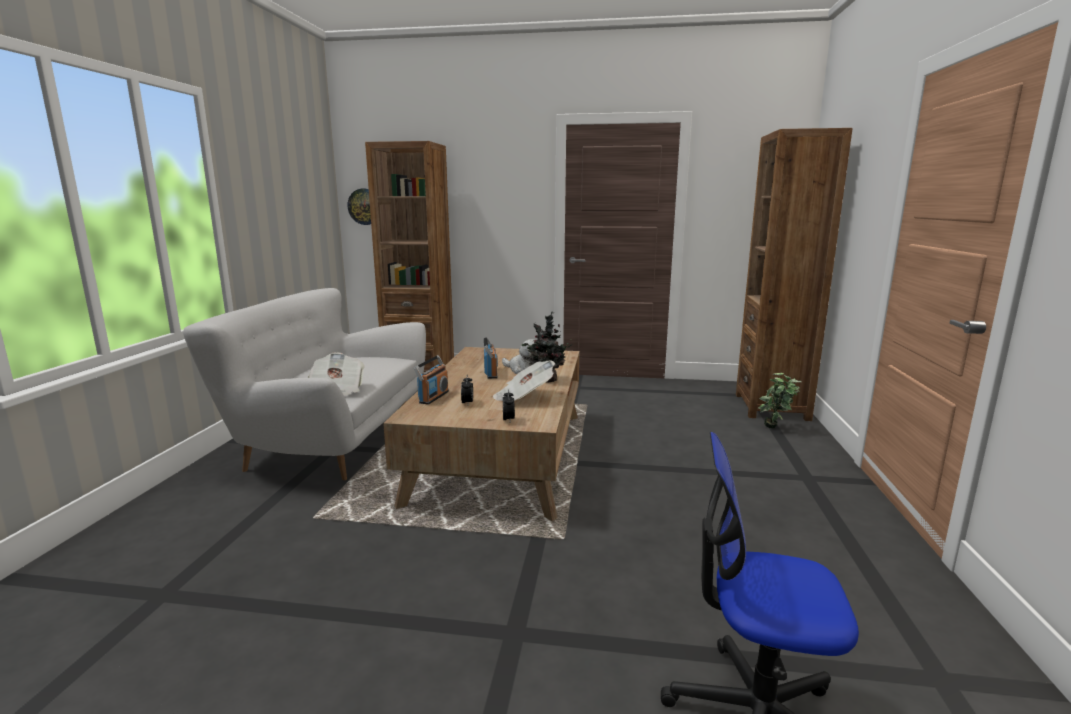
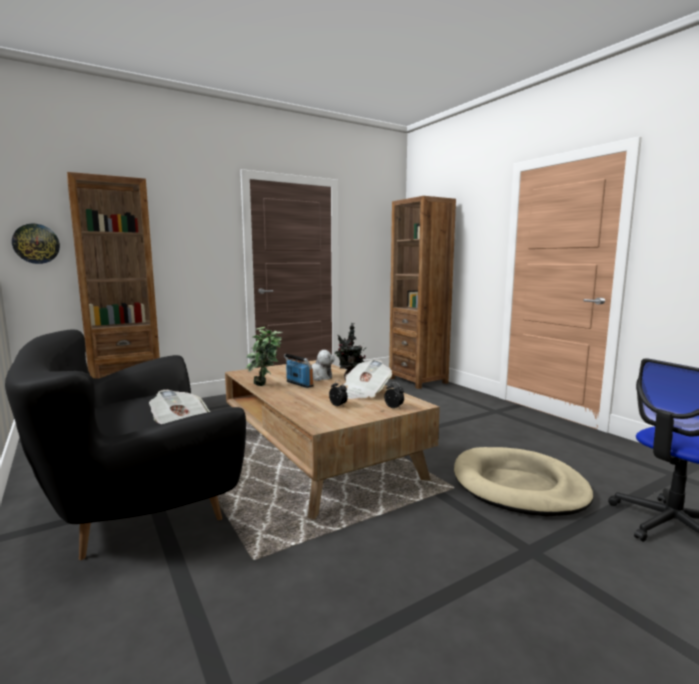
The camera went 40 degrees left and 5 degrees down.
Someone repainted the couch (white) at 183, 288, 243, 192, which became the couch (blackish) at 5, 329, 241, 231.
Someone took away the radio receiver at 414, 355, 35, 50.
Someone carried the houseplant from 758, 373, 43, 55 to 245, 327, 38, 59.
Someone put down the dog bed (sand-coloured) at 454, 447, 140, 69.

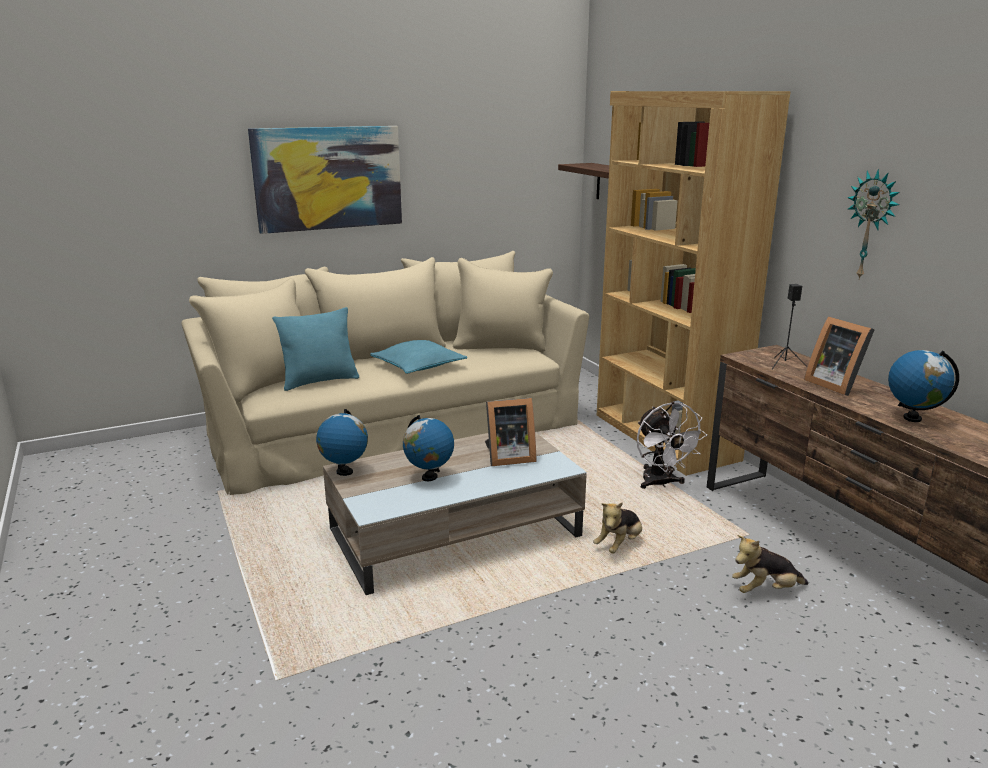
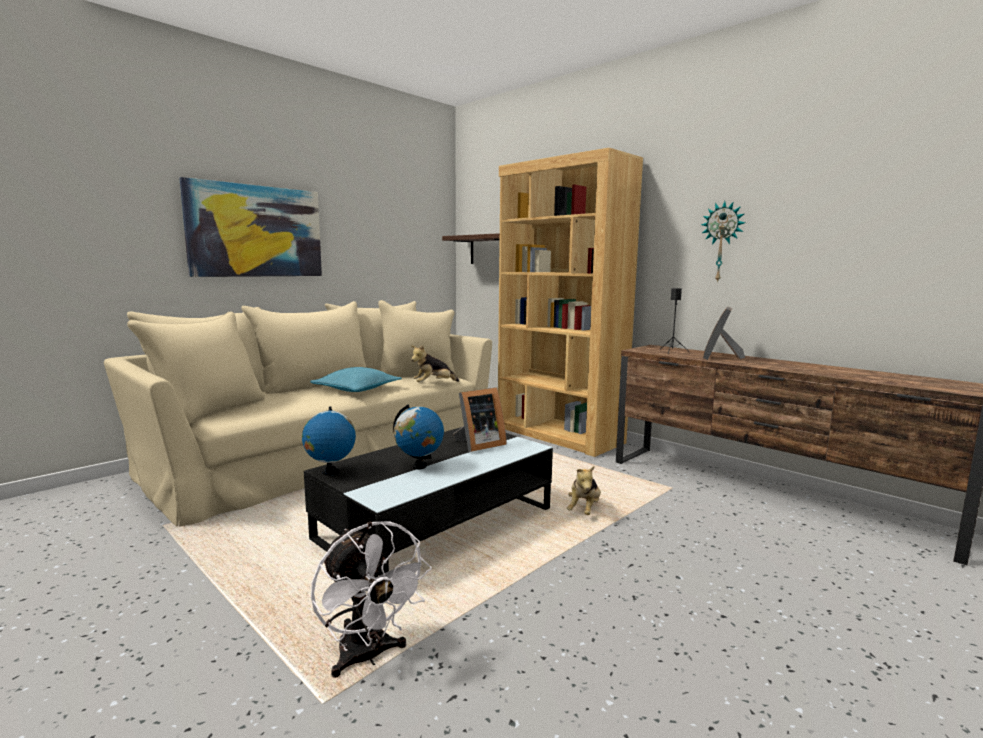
The camera went 20 degrees left and 10 degrees down.
Someone took away the pillow (turquoise-coloured) at 272, 307, 87, 84.
Someone repainted the coffee table (sand-coloured) at 323, 432, 264, 163, which became the coffee table (blackish) at 304, 427, 249, 149.
Someone carried the fan (white) from 637, 402, 70, 87 to 311, 521, 121, 157.
Someone carried the cuddly toy from 732, 535, 76, 58 to 411, 345, 48, 37.
Someone rotated the photo frame at 804, 316, 71, 80 by 75 degrees clockwise.
Someone took away the desk globe at 888, 350, 71, 72.

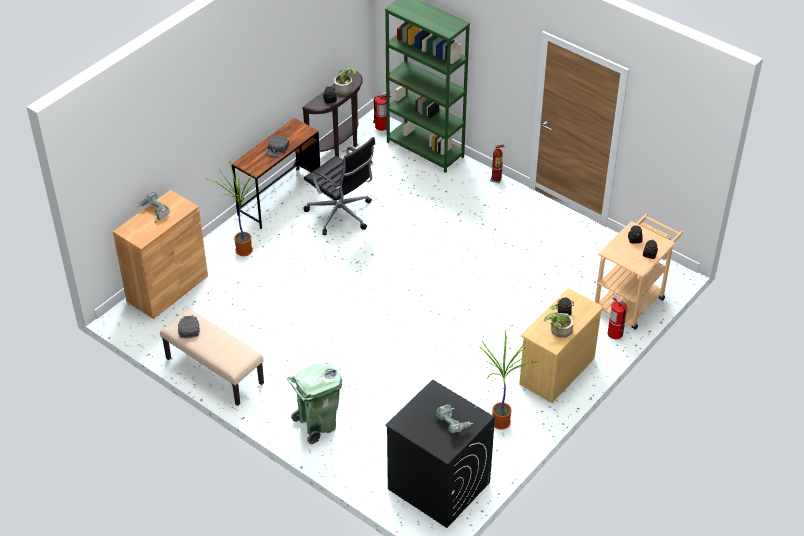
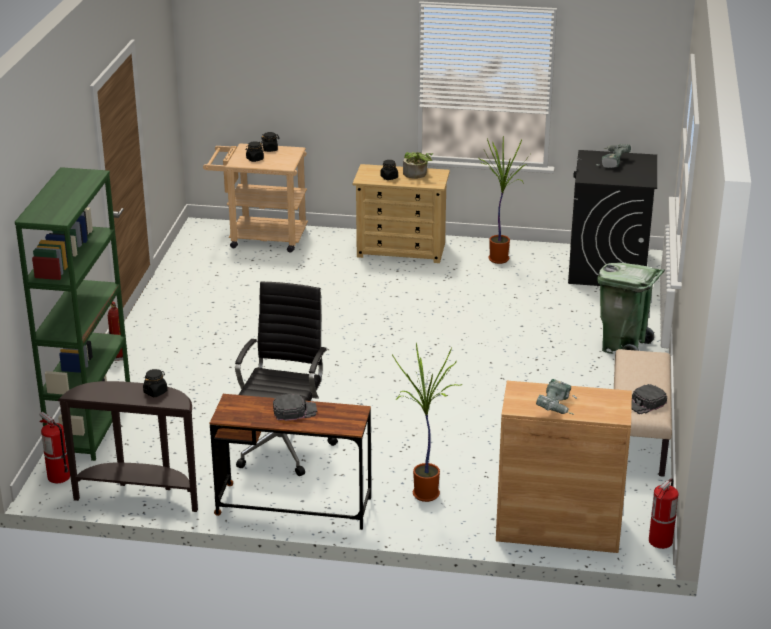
The camera went 120 degrees left and 15 degrees down.
Someone took away the houseplant at 334, 66, 22, 29.
Someone carried the extinguisher from 608, 293, 19, 46 to 649, 478, 30, 71.

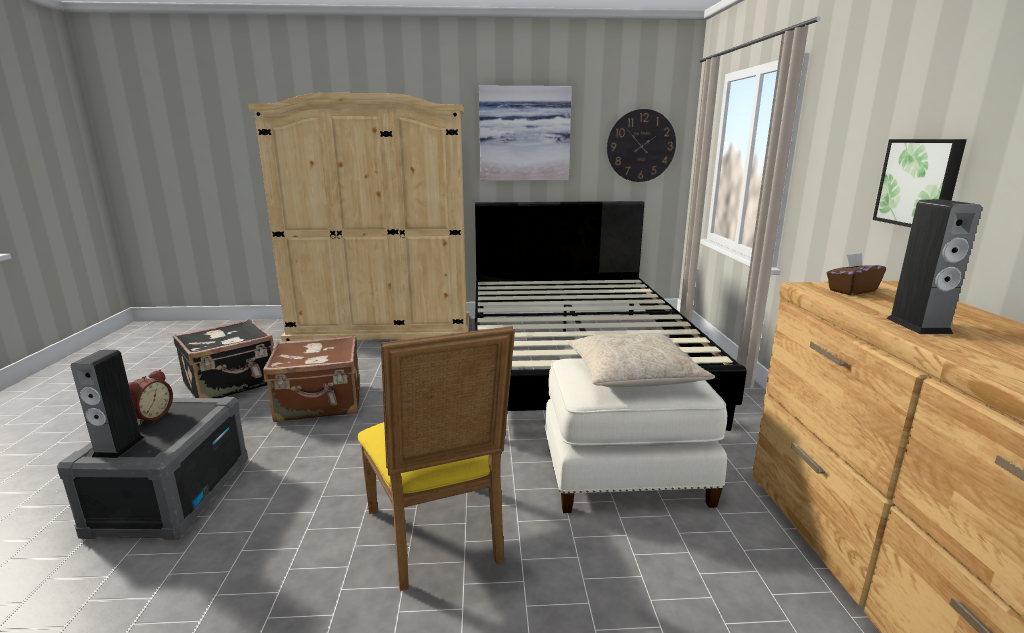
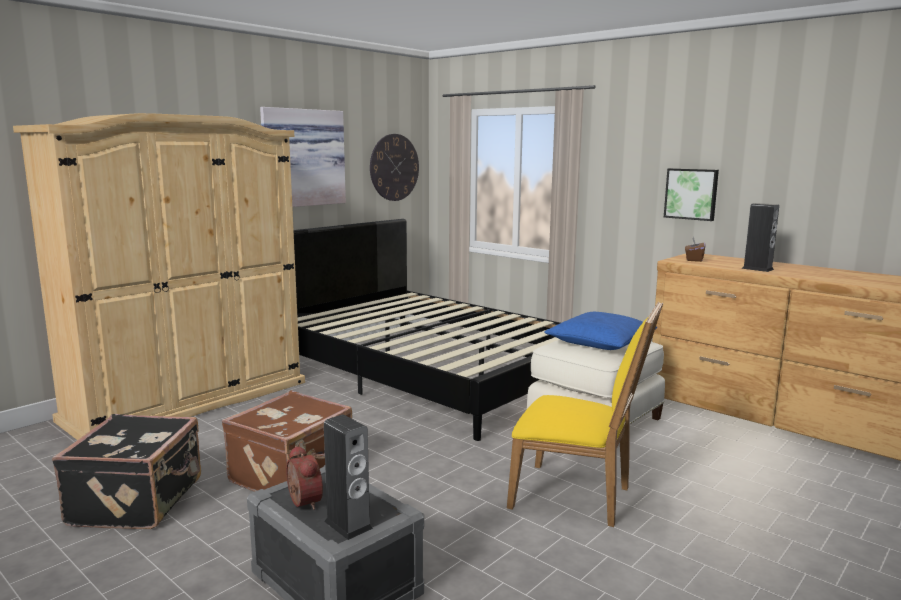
The camera went 45 degrees left and 5 degrees down.
Someone repainted the pillow (sand-coloured) at 568, 333, 147, 54, which became the pillow (blue-coloured) at 544, 312, 113, 38.

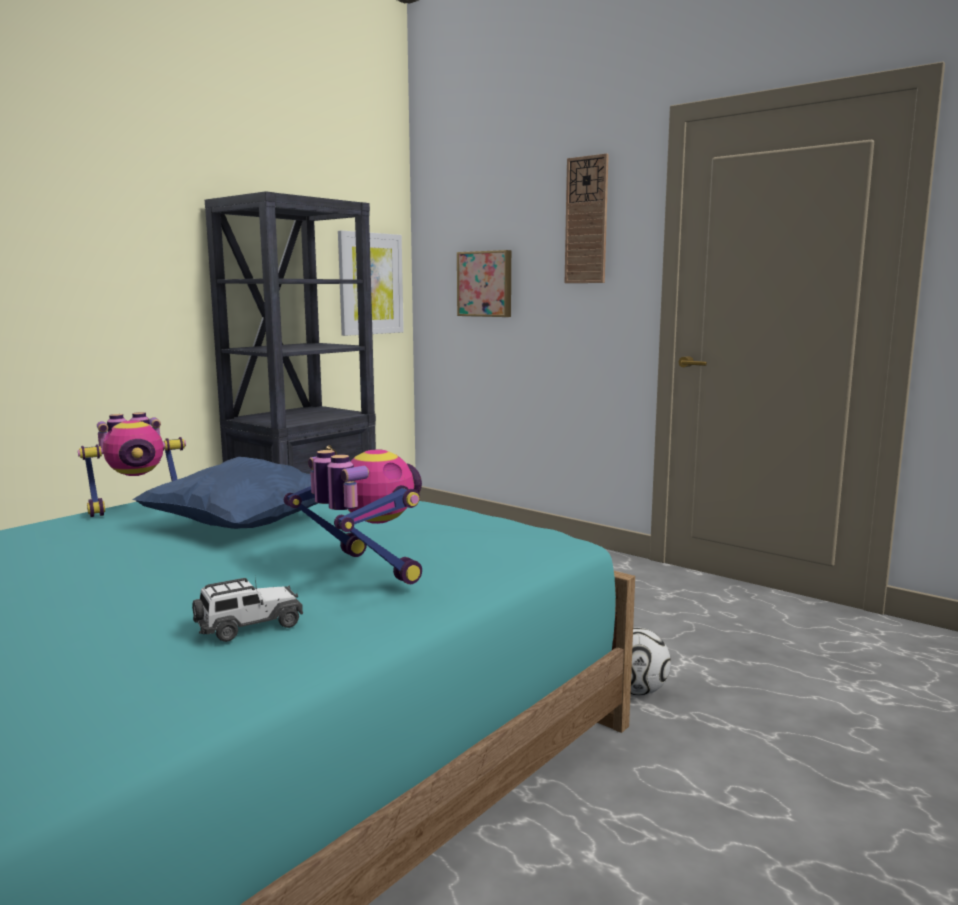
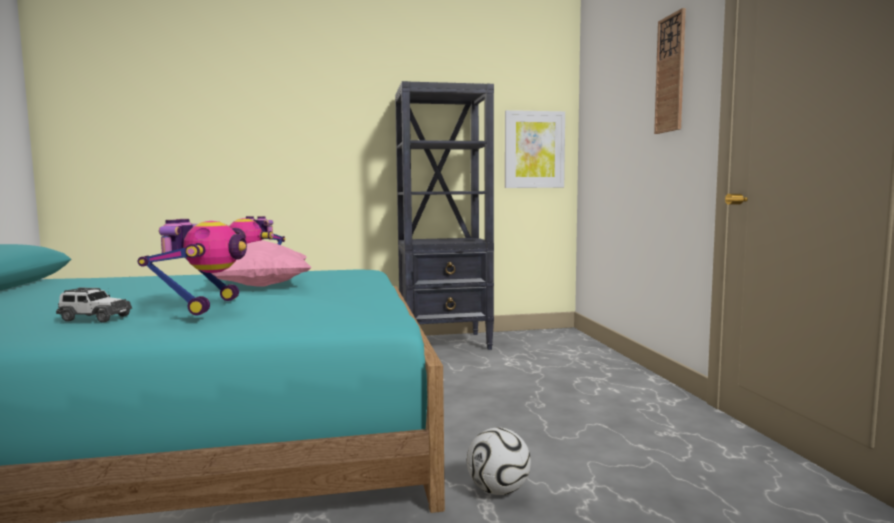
The camera went 40 degrees right and 5 degrees down.
Someone repainted the pillow (blue-coloured) at 132, 457, 186, 72, which became the pillow (pink) at 211, 240, 101, 47.
Someone took away the wall picture at 457, 250, 54, 67.

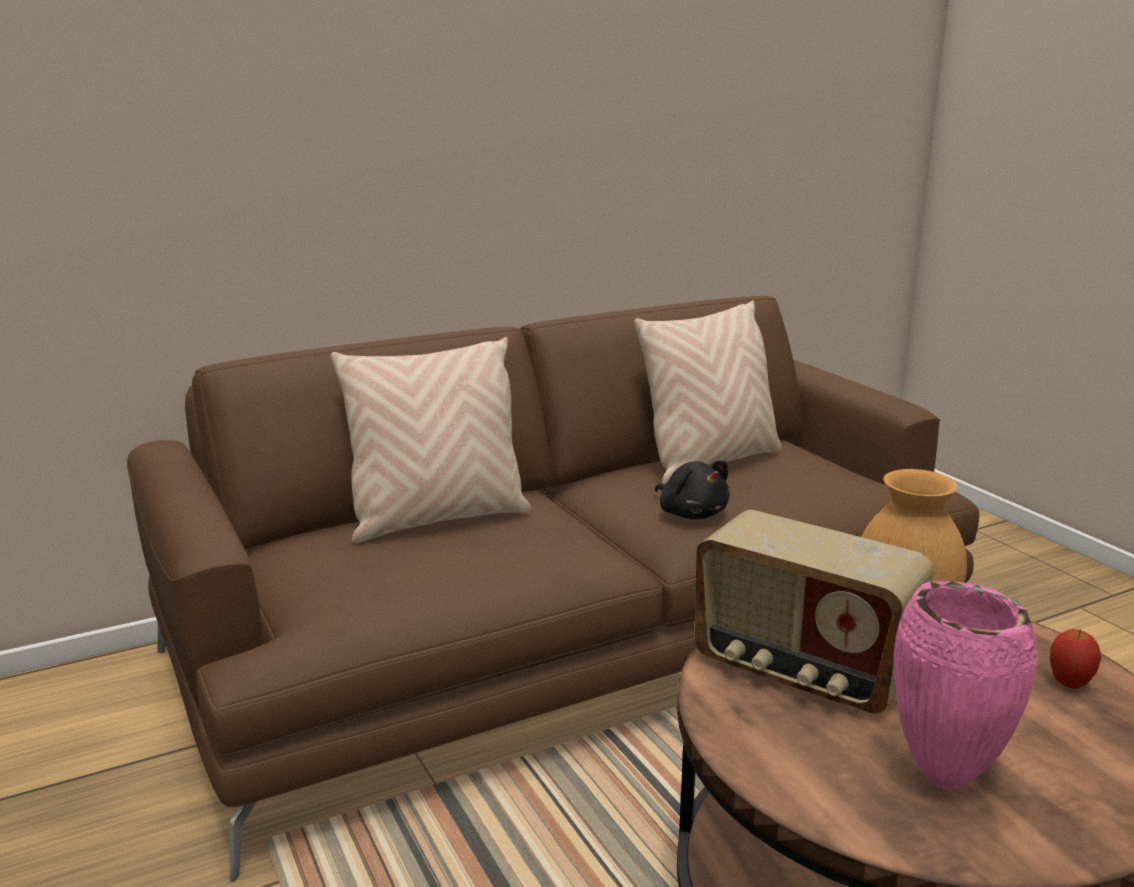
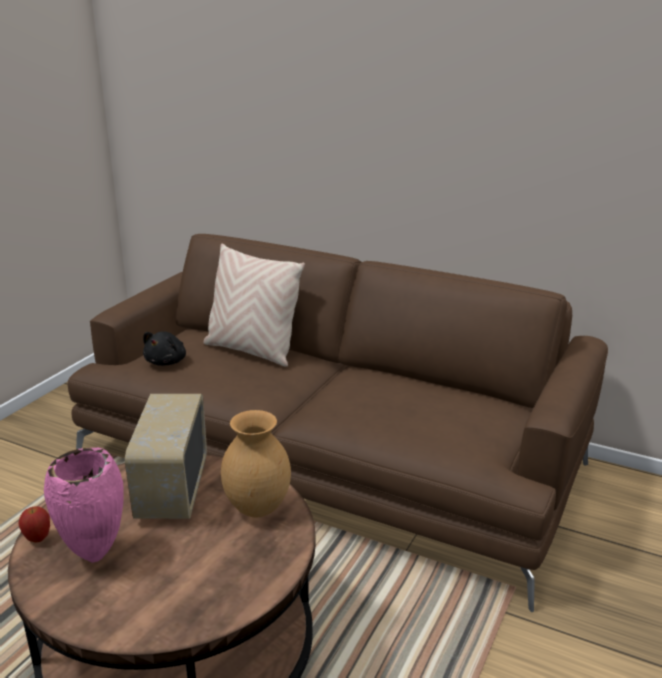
The camera went 55 degrees right and 5 degrees up.
Someone took away the pillow (sand-coloured) at 634, 300, 148, 184.
Someone carried the cuddly toy (blackish) from 655, 460, 75, 59 to 143, 331, 43, 35.
Someone carried the apple from 1050, 629, 51, 60 to 18, 506, 32, 37.

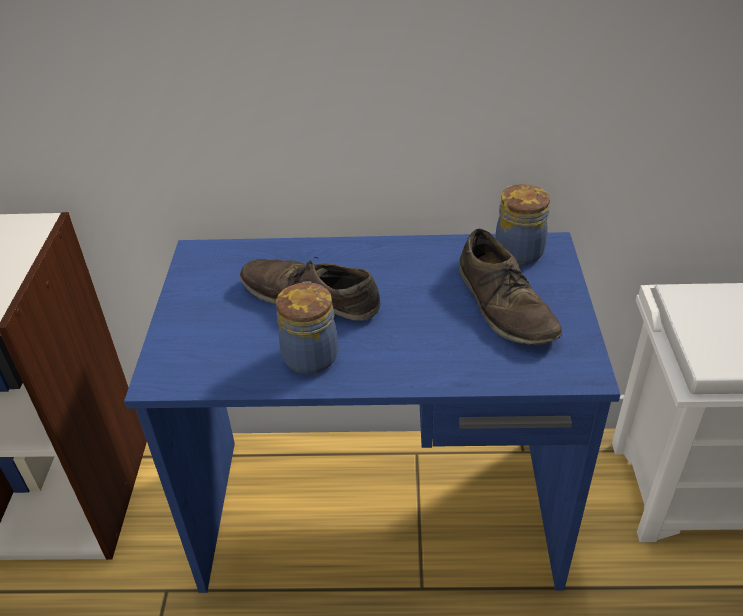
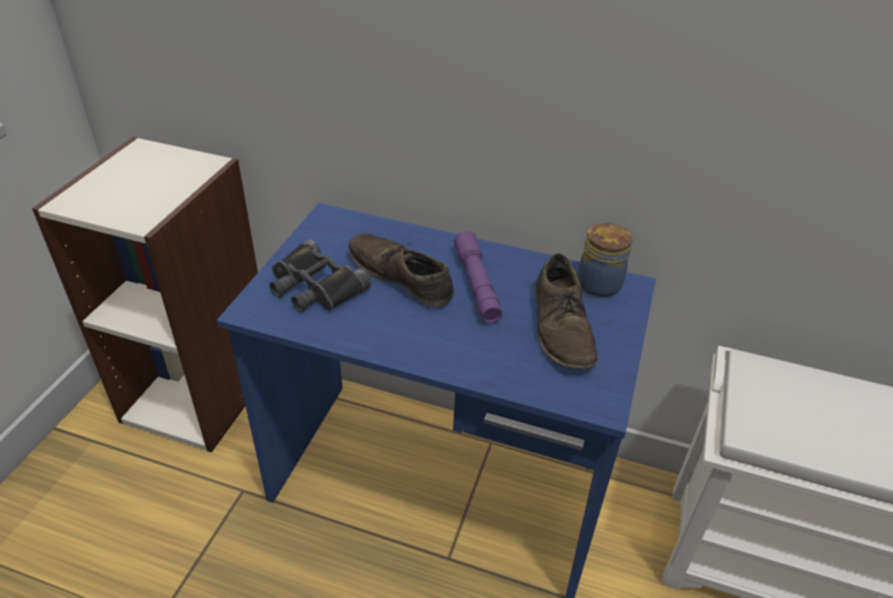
The camera went 15 degrees right and 0 degrees up.
Someone took away the storage jar at 276, 281, 62, 93.
Someone put down the field glasses (blackish) at 270, 239, 101, 73.
Someone put down the hand torch (purple) at 454, 231, 49, 92.

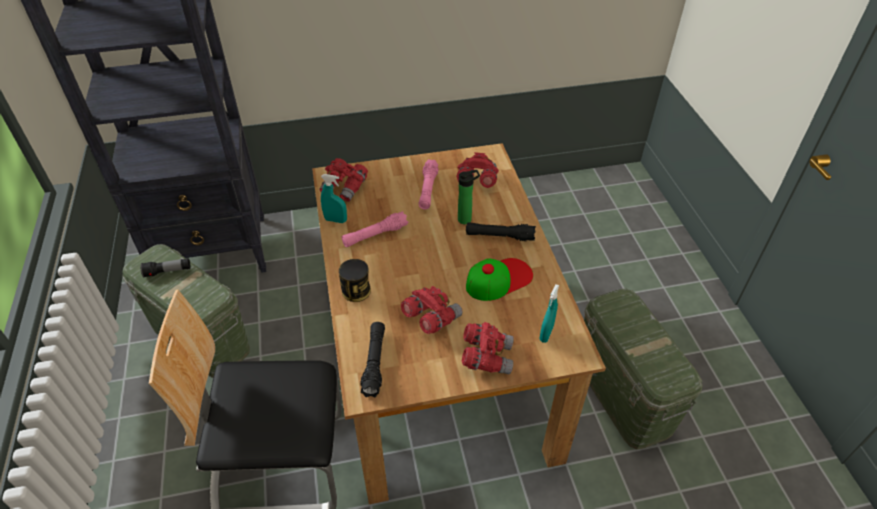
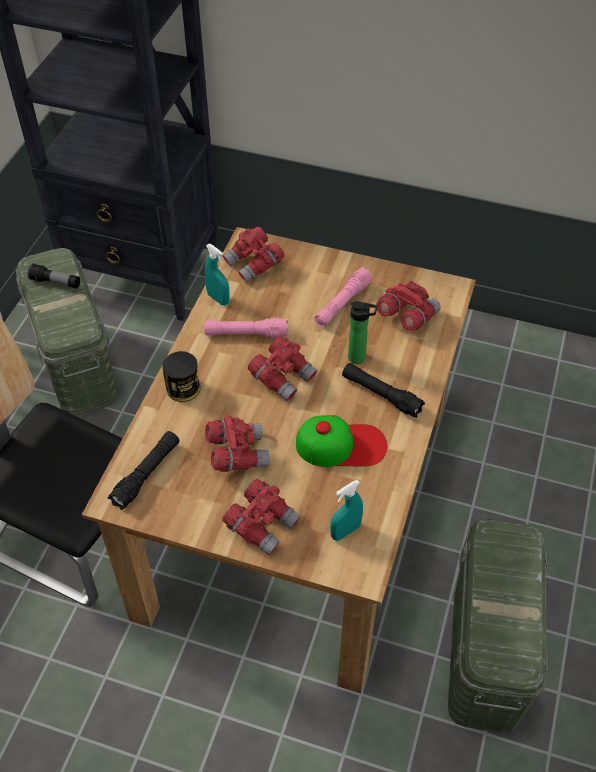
The camera went 30 degrees right and 5 degrees up.
Someone put down the field glasses (reddish) at 248, 336, 69, 65.

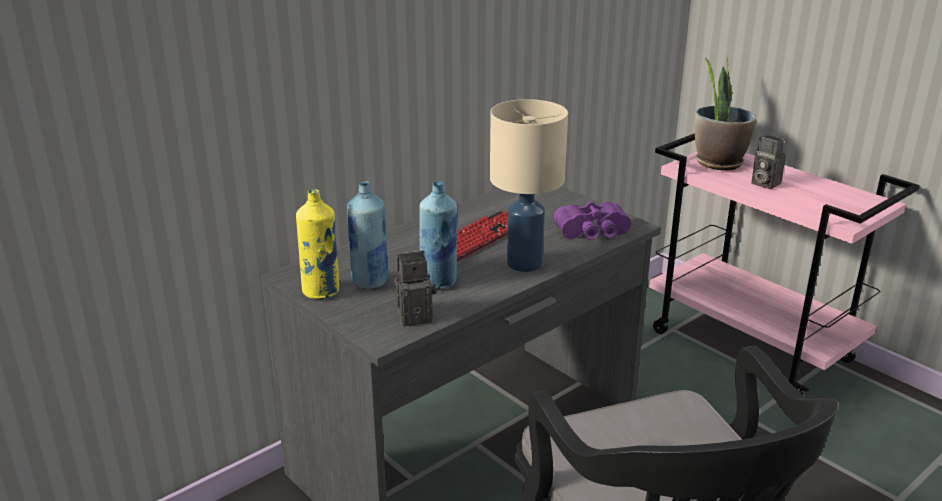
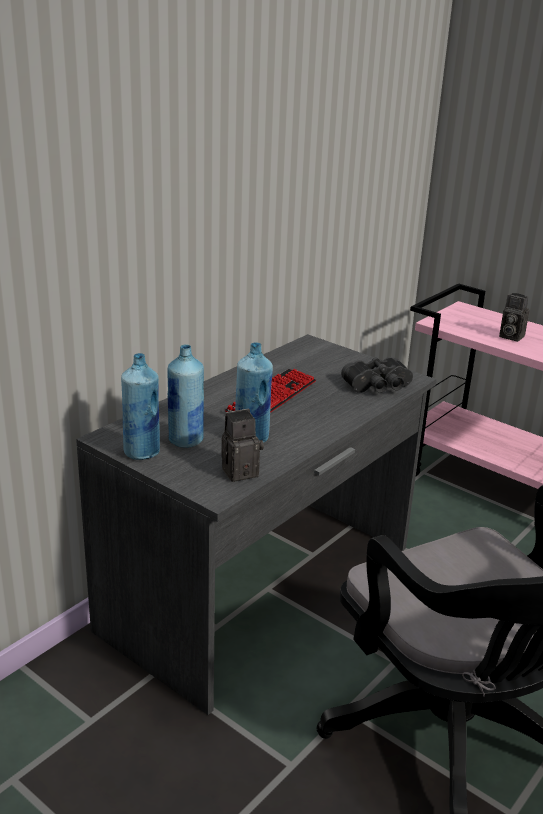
The camera went 10 degrees left and 0 degrees up.
Someone repainted the drink bottle (yellowish) at 296, 189, 43, 110, which became the drink bottle (blue-coloured) at 121, 353, 39, 107.
Someone took away the tabletop lamp (sand-coloured) at 490, 99, 78, 173.
Someone repainted the field glasses (purple) at 554, 201, 77, 39, which became the field glasses (blackish) at 341, 357, 72, 36.
Someone took away the houseplant at 695, 57, 61, 114.

